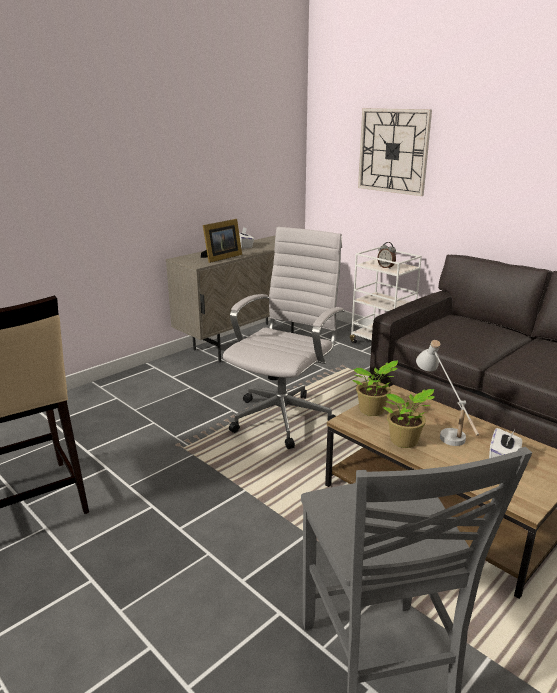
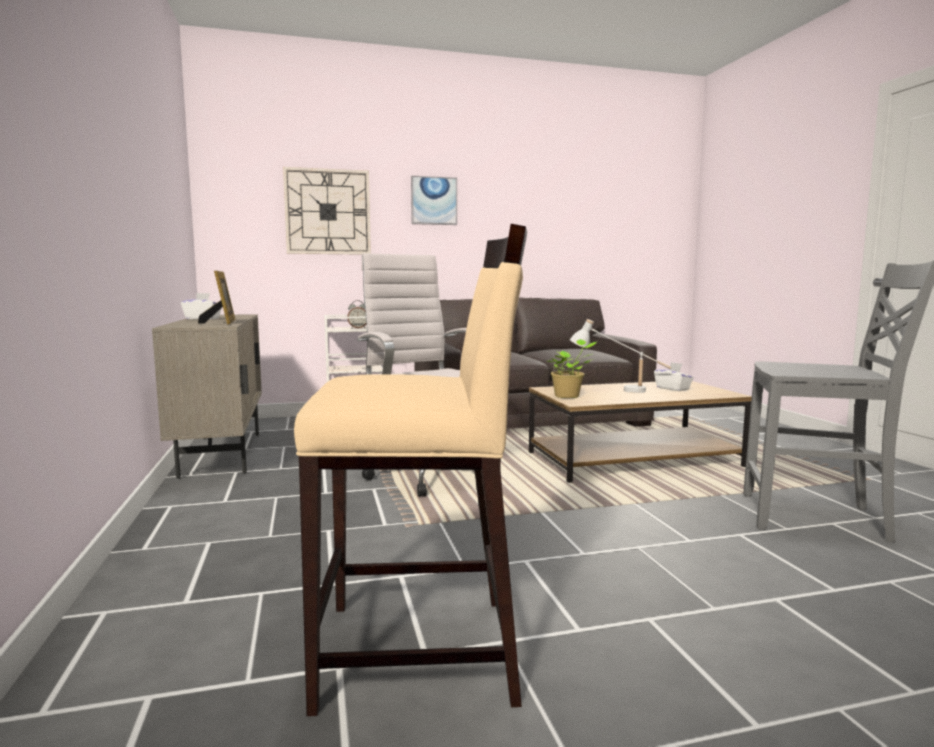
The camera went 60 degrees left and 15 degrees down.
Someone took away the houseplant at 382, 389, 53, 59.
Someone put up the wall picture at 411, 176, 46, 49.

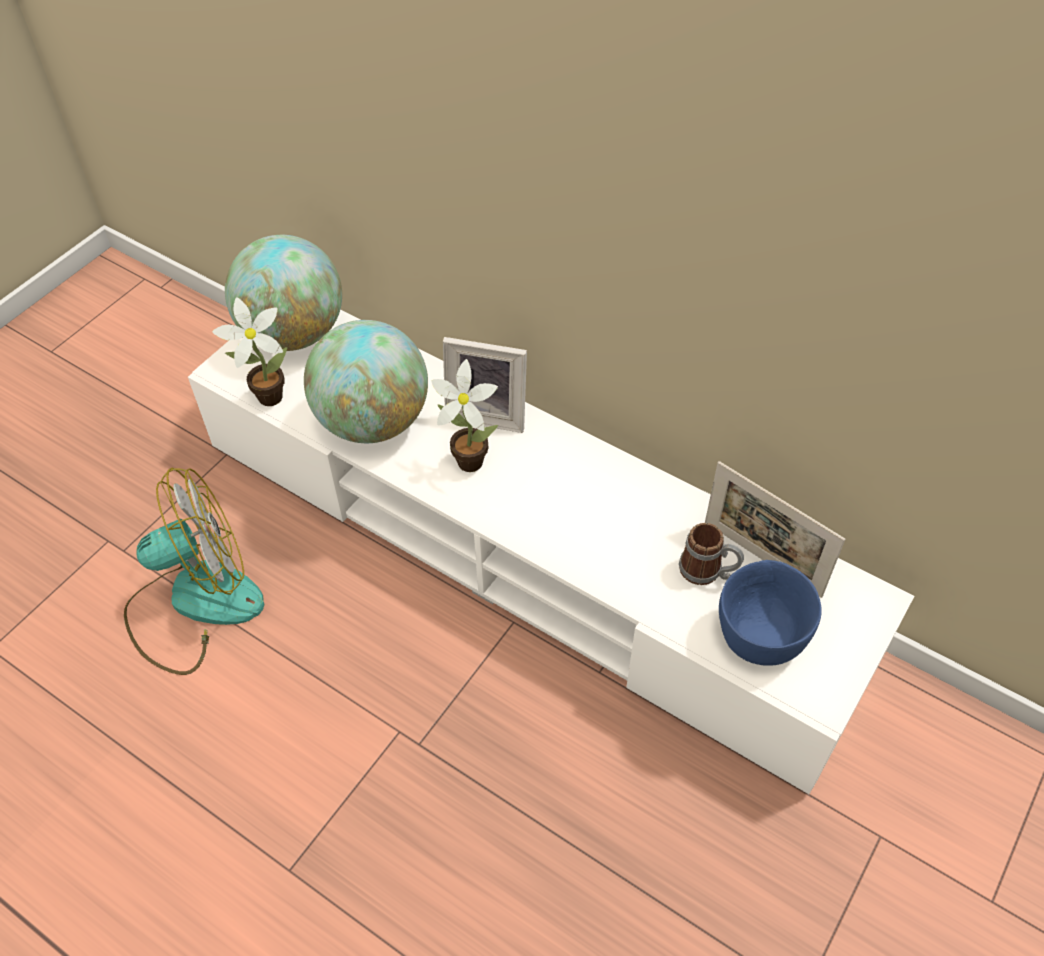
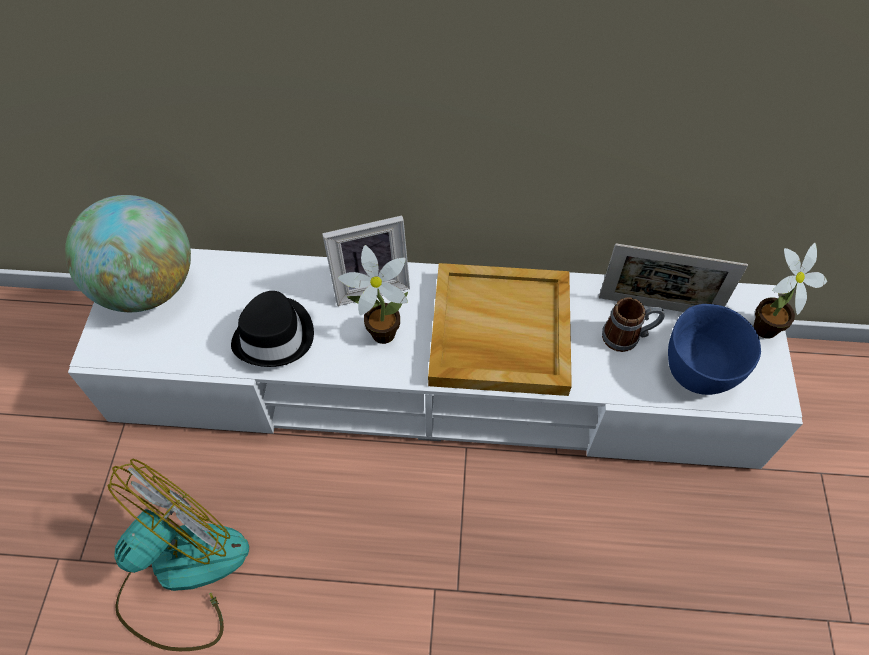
The camera went 30 degrees left and 5 degrees up.
Someone carried the houseplant from 212, 297, 75, 109 to 754, 243, 73, 96.
Someone swapped the desk globe at 304, 320, 124, 123 for the clothing hat (blackish) at 231, 291, 83, 76.
Someone put down the carrying tray (sand-coloured) at 428, 263, 144, 133.

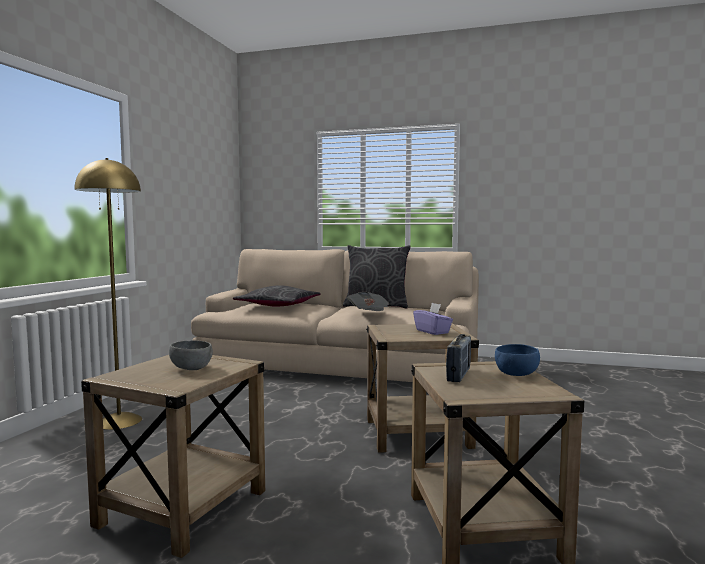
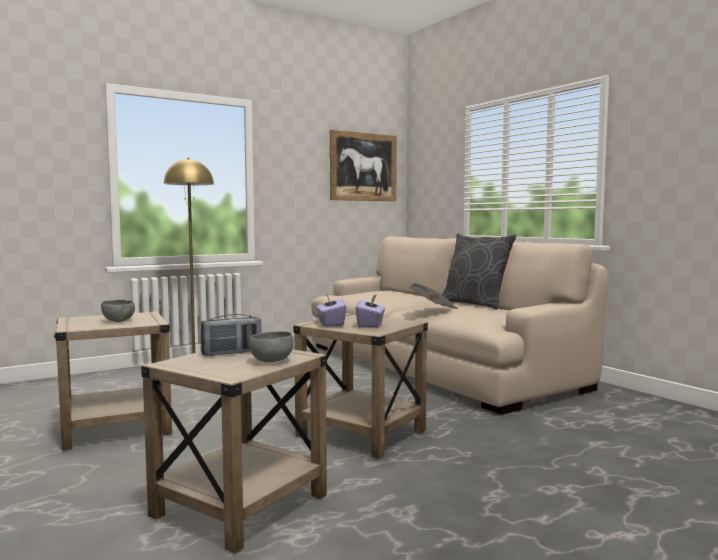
The camera went 40 degrees right and 0 degrees up.
Someone took away the pillow (greyish) at 233, 285, 88, 22.
Someone repainted the serving bowl (blue-coloured) at 495, 344, 45, 32, which became the serving bowl (greyish) at 249, 331, 45, 31.
Someone put down the tissue box (purple) at 316, 293, 30, 33.
Someone put up the wall picture at 330, 130, 67, 71.

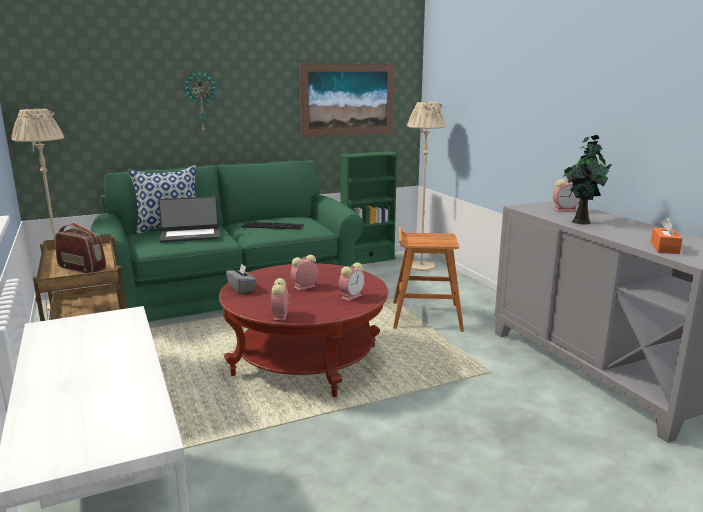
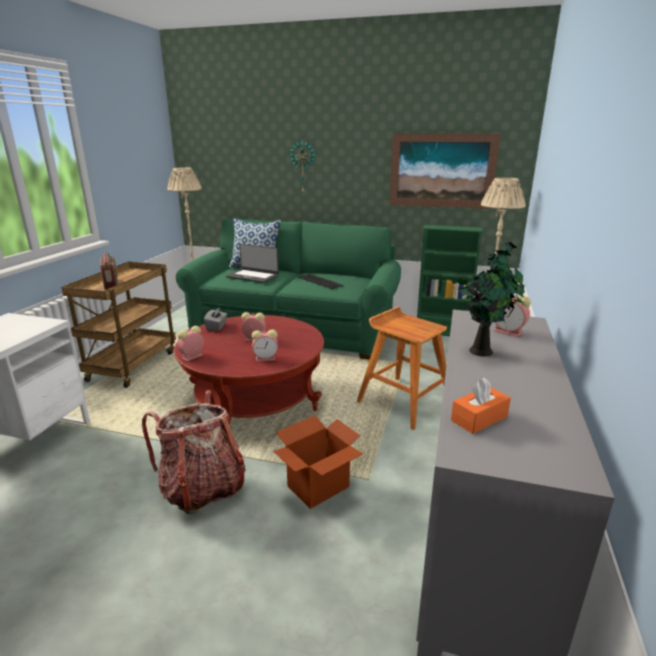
The camera went 40 degrees right and 5 degrees up.
Someone put down the knapsack at 142, 390, 104, 125.
Someone put down the cardboard box at 273, 415, 90, 94.

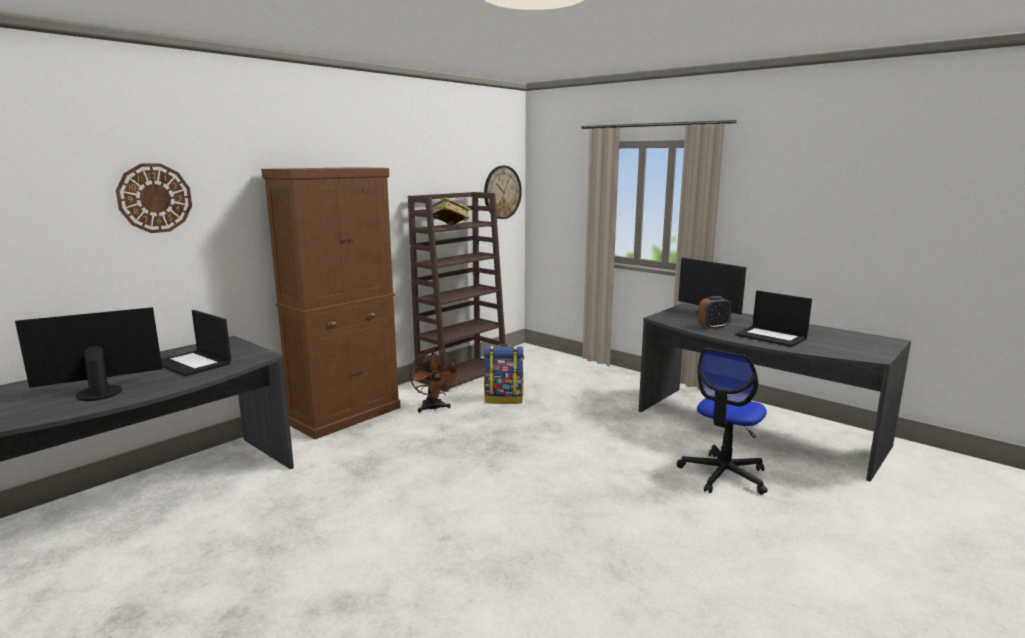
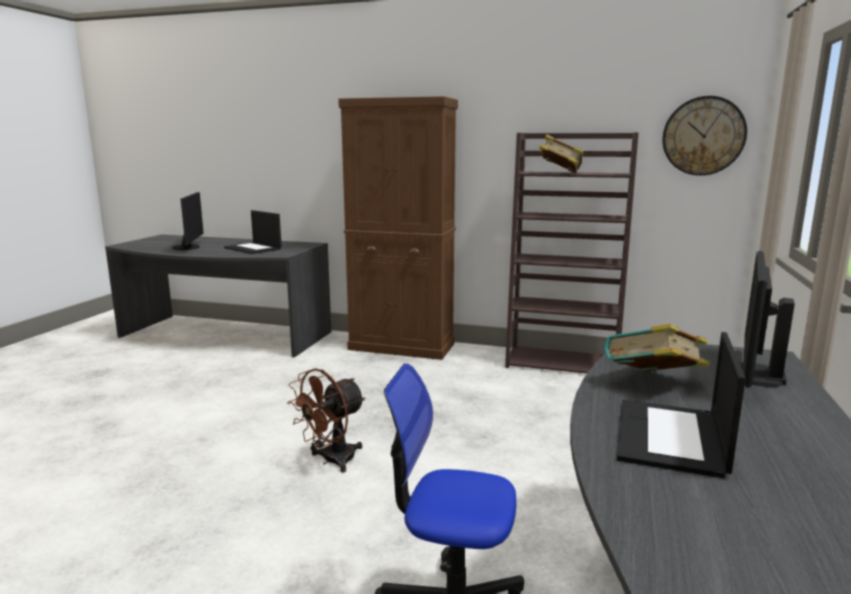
The camera went 65 degrees right and 0 degrees up.
Someone rotated the monitor at 15, 307, 147, 94 by 45 degrees clockwise.
Someone took away the hanging clock at 116, 164, 76, 69.
Someone rotated the portable computer at 161, 310, 70, 67 by 60 degrees counterclockwise.
Someone carried the fan (brown) from 410, 349, 50, 64 to 287, 368, 78, 104.
Someone took away the knapsack at 484, 344, 40, 60.
Someone swapped the alarm clock at 698, 296, 34, 33 for the bound book at 605, 323, 105, 49.

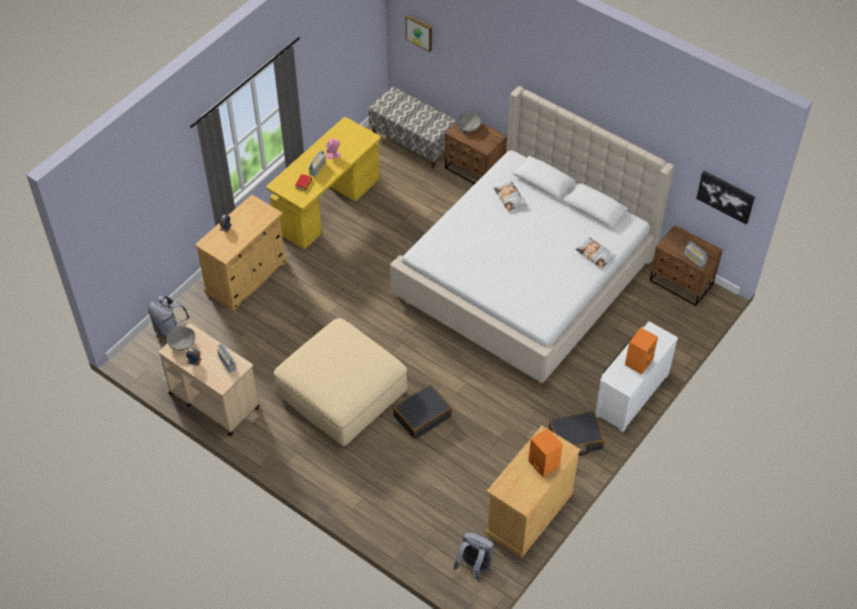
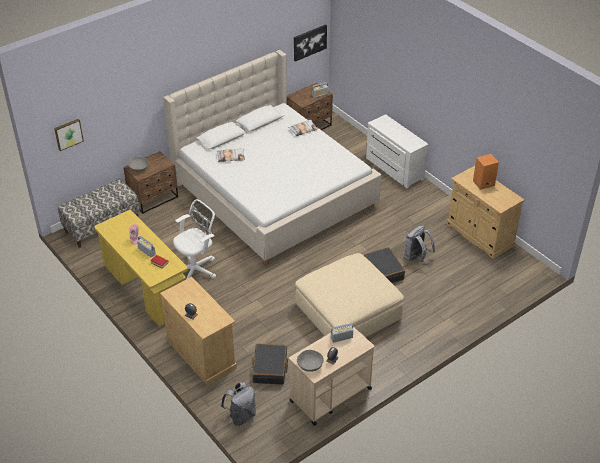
The camera went 75 degrees left and 10 degrees down.
Someone carried the knapsack (greyish) from 453, 532, 41, 50 to 404, 225, 31, 37.
Someone carried the piece of luggage (blackish) from 549, 411, 56, 45 to 252, 344, 36, 41.
Someone took away the loudspeaker (orangey) at 625, 328, 33, 46.
Someone put down the office chair (white) at 173, 199, 43, 80.

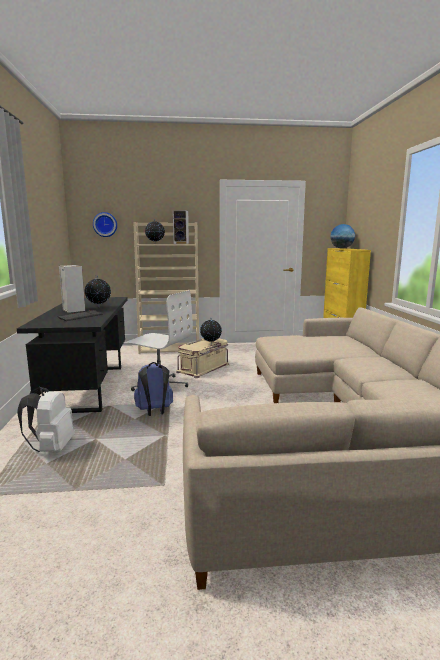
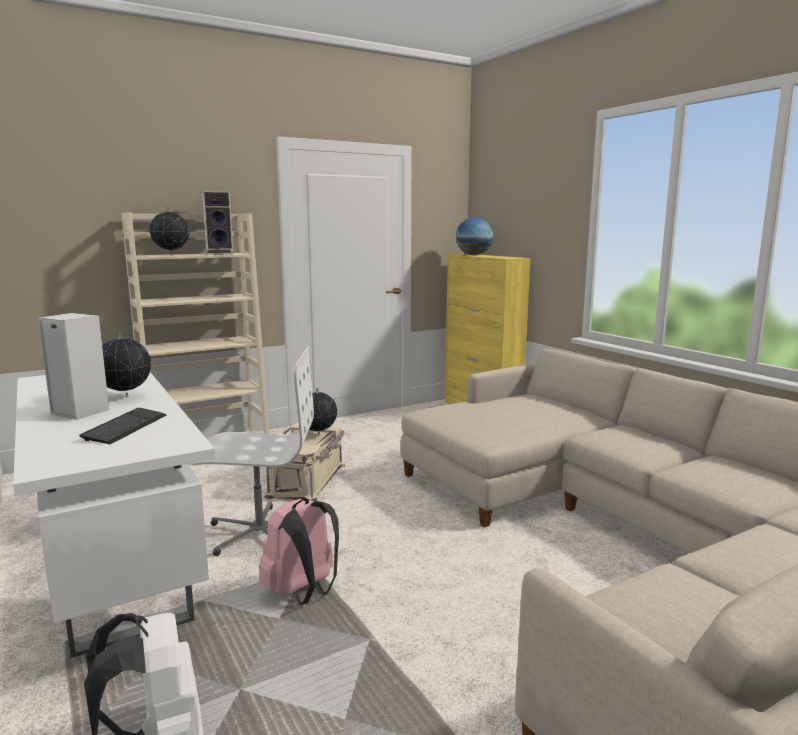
The camera went 25 degrees left and 0 degrees up.
Someone repainted the desk (blackish) at 17, 297, 111, 116, which became the desk (white) at 13, 372, 202, 286.
Someone took away the hanging clock at 93, 212, 24, 25.
Someone repainted the knapsack (blue-coloured) at 134, 362, 39, 54, which became the knapsack (pink) at 259, 498, 80, 107.

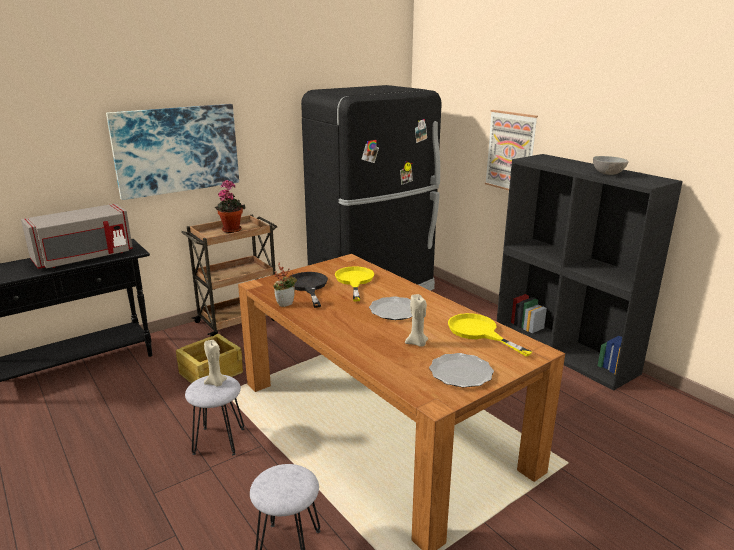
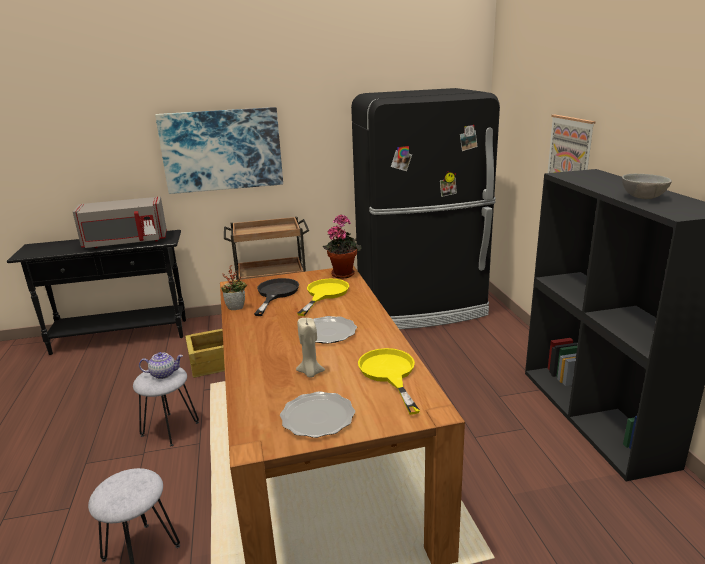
The camera went 25 degrees right and 0 degrees up.
Someone swapped the wax candle (sand-coloured) at 204, 340, 23, 46 for the pot for tea at 139, 352, 44, 27.
Someone carried the houseplant from 215, 180, 30, 53 to 323, 214, 38, 64.

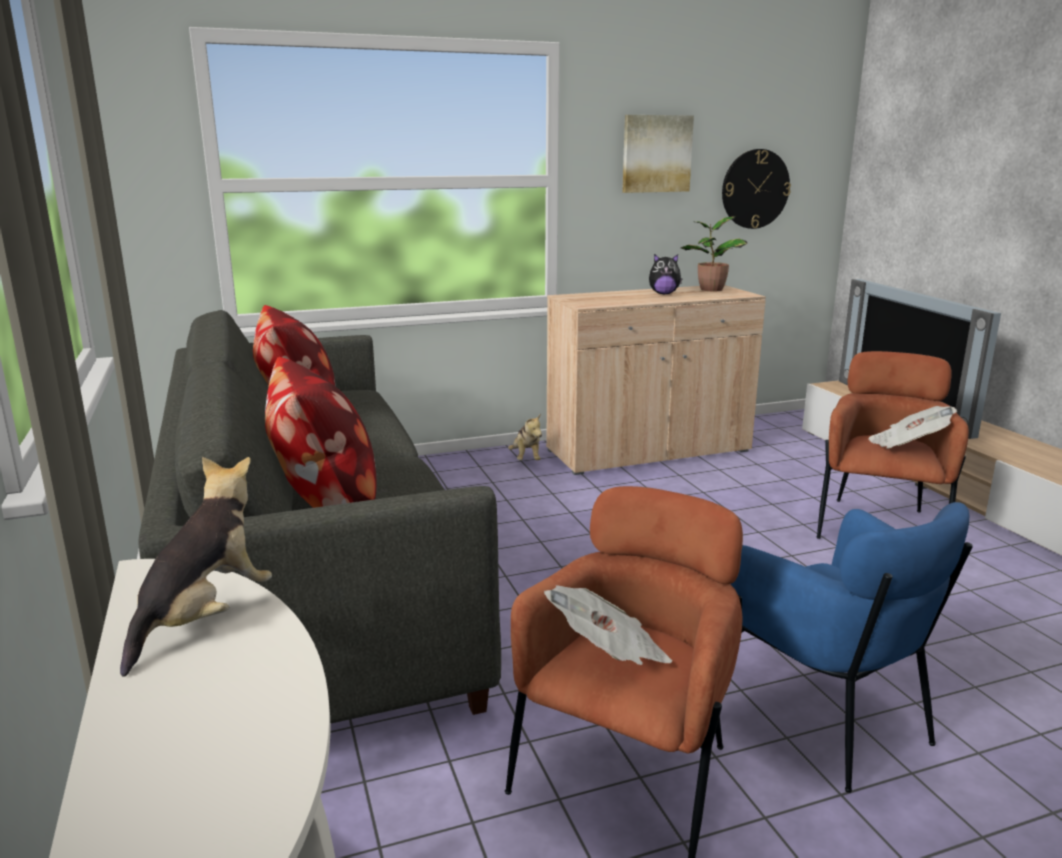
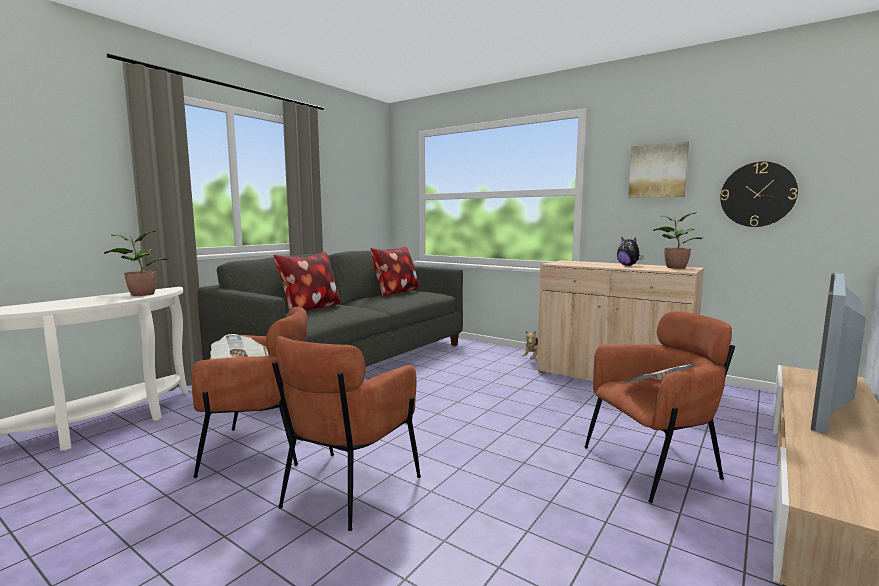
The camera went 55 degrees right and 10 degrees down.
Someone swapped the cuddly toy at 120, 457, 152, 220 for the houseplant at 104, 231, 66, 65.
Someone repainted the easy chair (blue-coloured) at 731, 502, 242, 291, which became the easy chair (brown) at 272, 336, 149, 195.

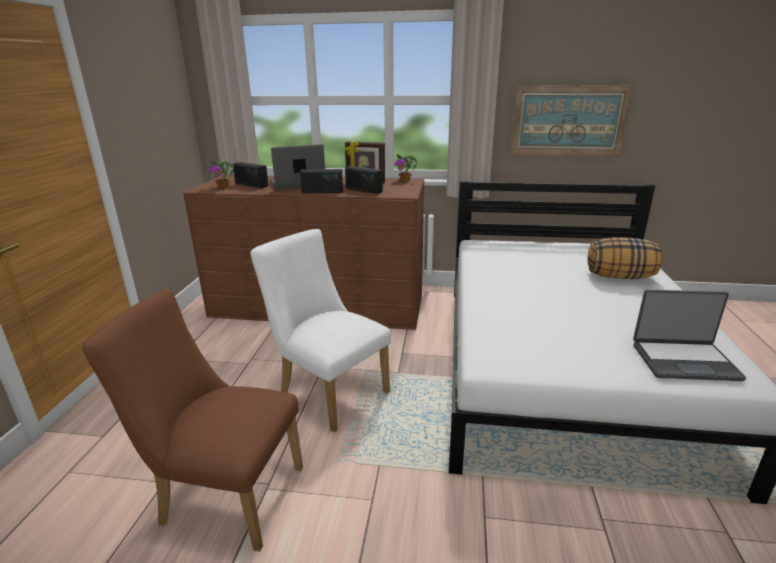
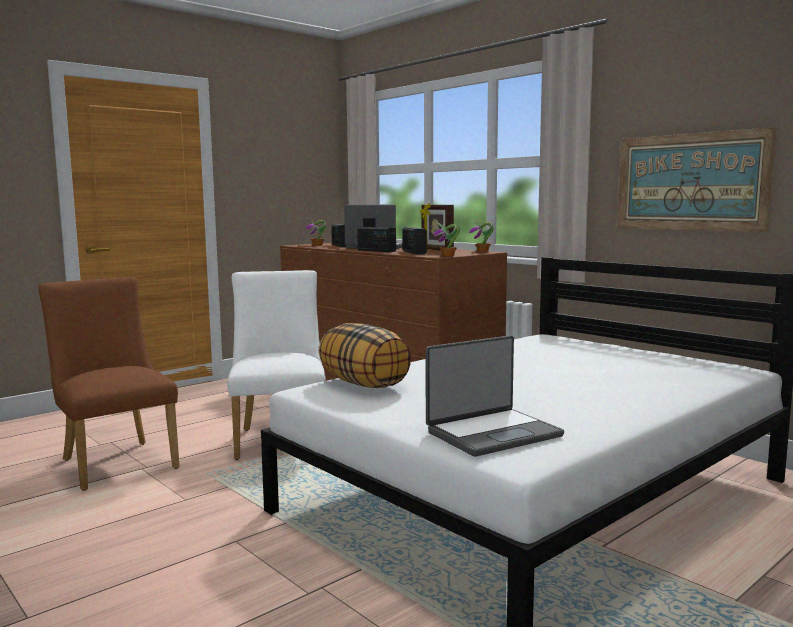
The camera went 40 degrees right and 15 degrees down.
Someone carried the pillow from 588, 237, 74, 42 to 319, 323, 92, 65.
Someone rotated the portable computer at 633, 290, 113, 91 by 75 degrees counterclockwise.
Someone put down the houseplant at 434, 221, 26, 35.

